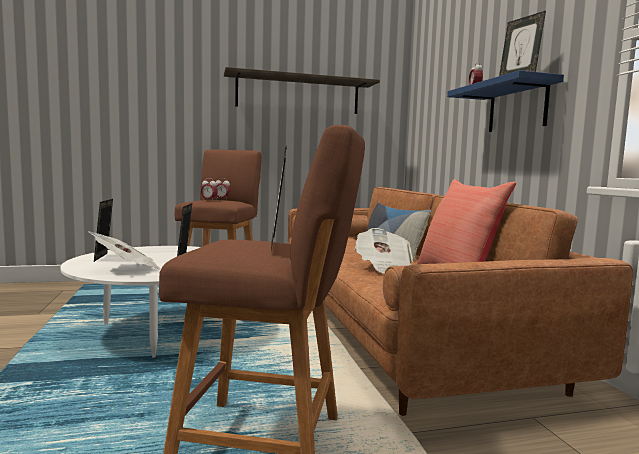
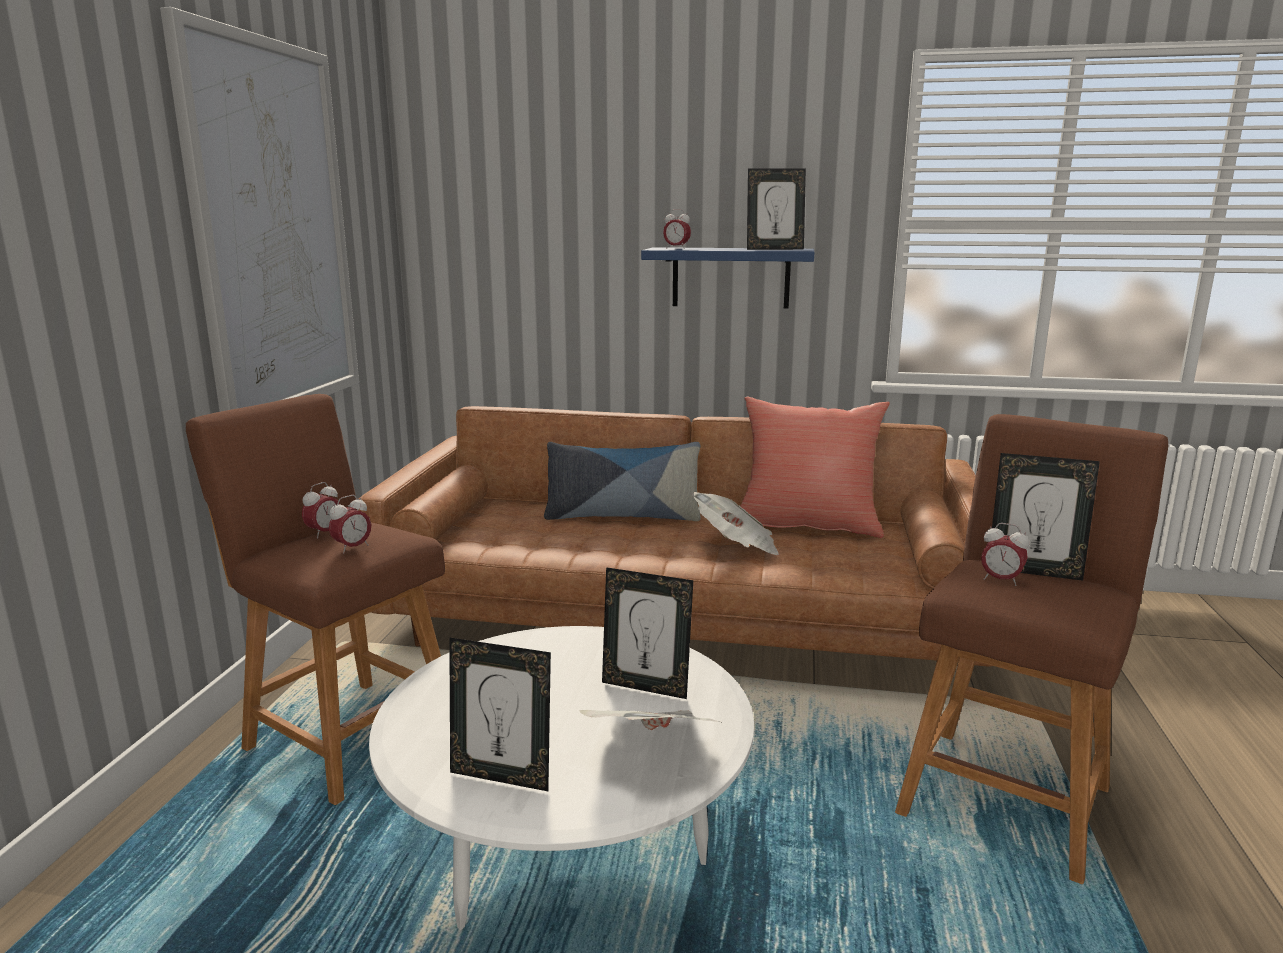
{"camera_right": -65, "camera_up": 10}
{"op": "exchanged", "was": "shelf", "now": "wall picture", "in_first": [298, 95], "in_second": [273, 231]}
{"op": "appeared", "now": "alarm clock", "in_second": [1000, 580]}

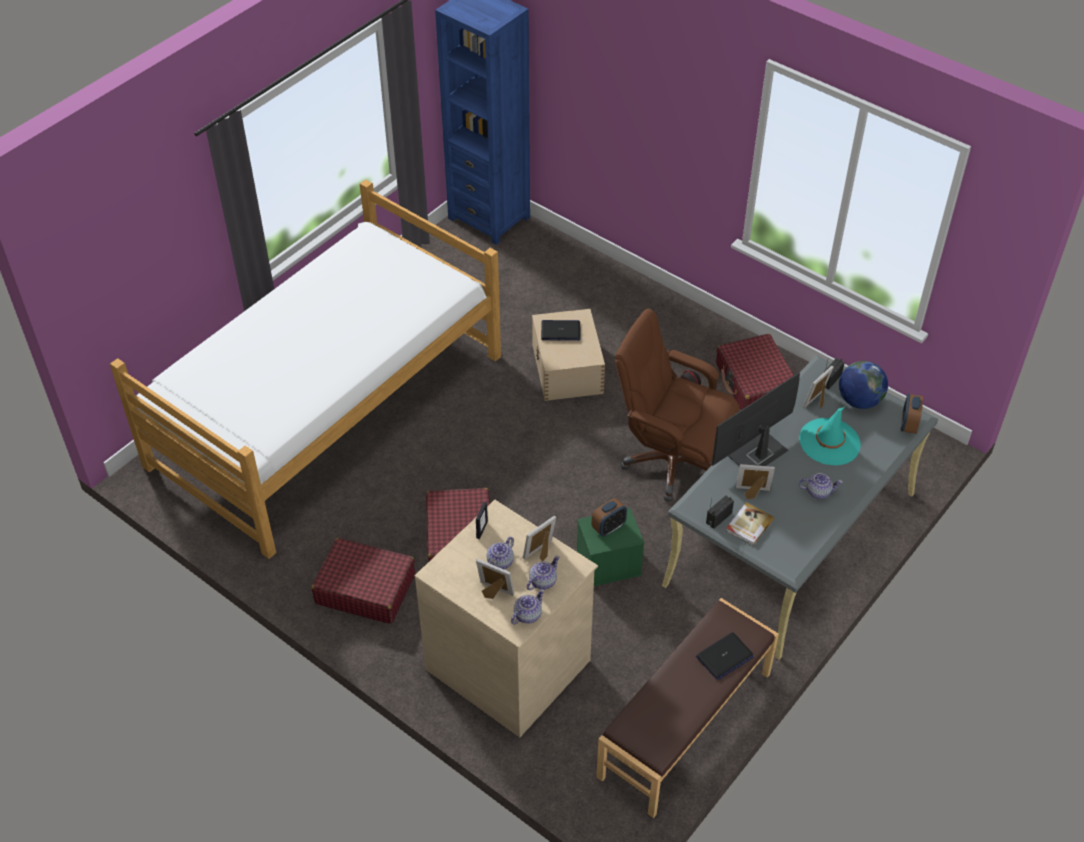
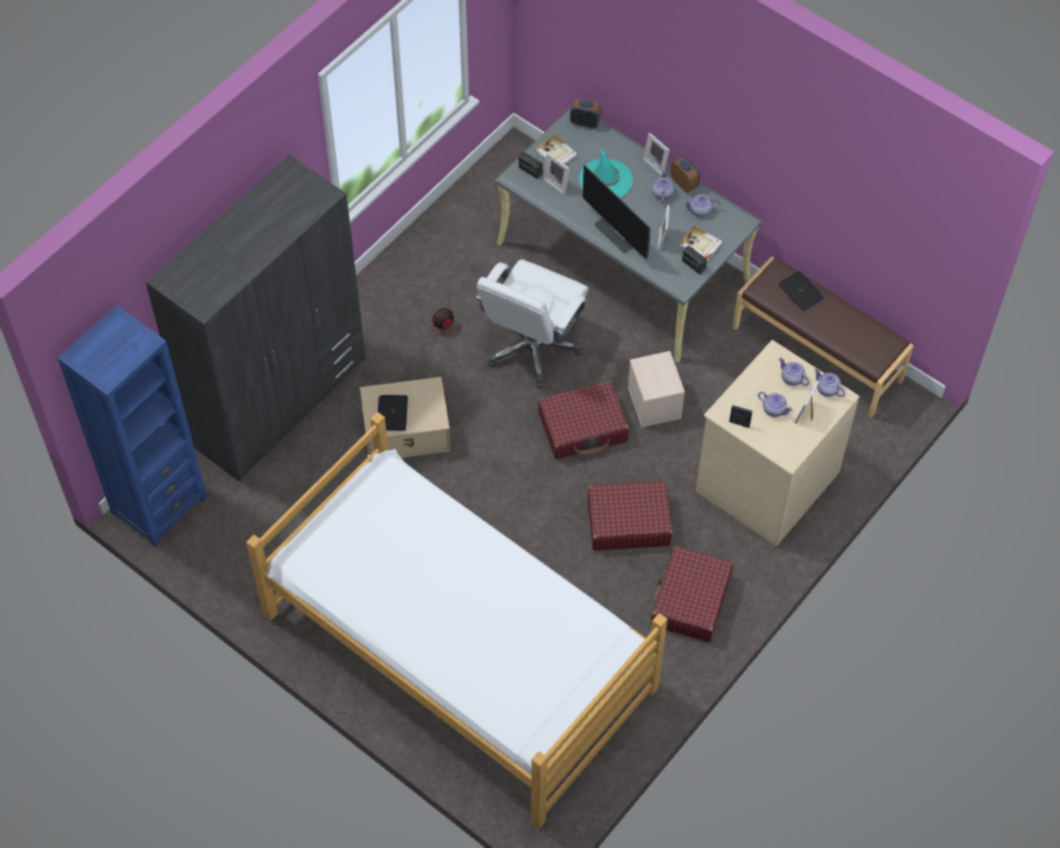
{"camera_right": -90, "camera_up": 10}
{"op": "relocated", "was": "photo frame", "in_first": [541, 553], "in_second": [657, 164]}
{"op": "colour", "was": "greenish storage bin", "now": "beige storage bin", "in_first": [608, 564], "in_second": [655, 402]}
{"op": "relocated", "was": "alarm clock", "in_first": [608, 528], "in_second": [684, 183]}
{"op": "colour", "was": "brown office chair", "now": "white office chair", "in_first": [671, 461], "in_second": [532, 348]}
{"op": "relocated", "was": "red-coloured piece of luggage", "in_first": [755, 383], "in_second": [583, 427]}
{"op": "exchanged", "was": "desk globe", "now": "book", "in_first": [859, 401], "in_second": [556, 153]}
{"op": "appeared", "now": "gray wardrobe", "in_second": [279, 401]}
{"op": "appeared", "now": "pot for tea", "in_second": [700, 211]}

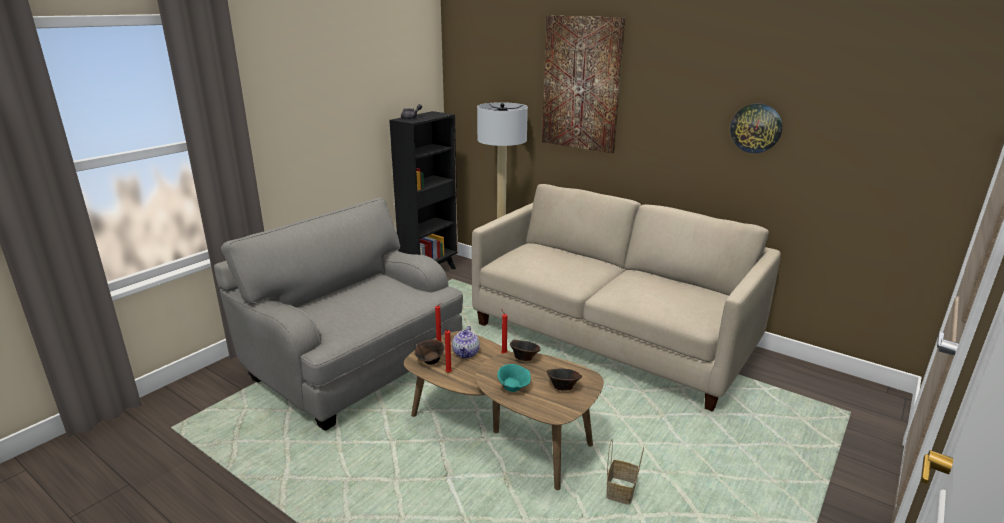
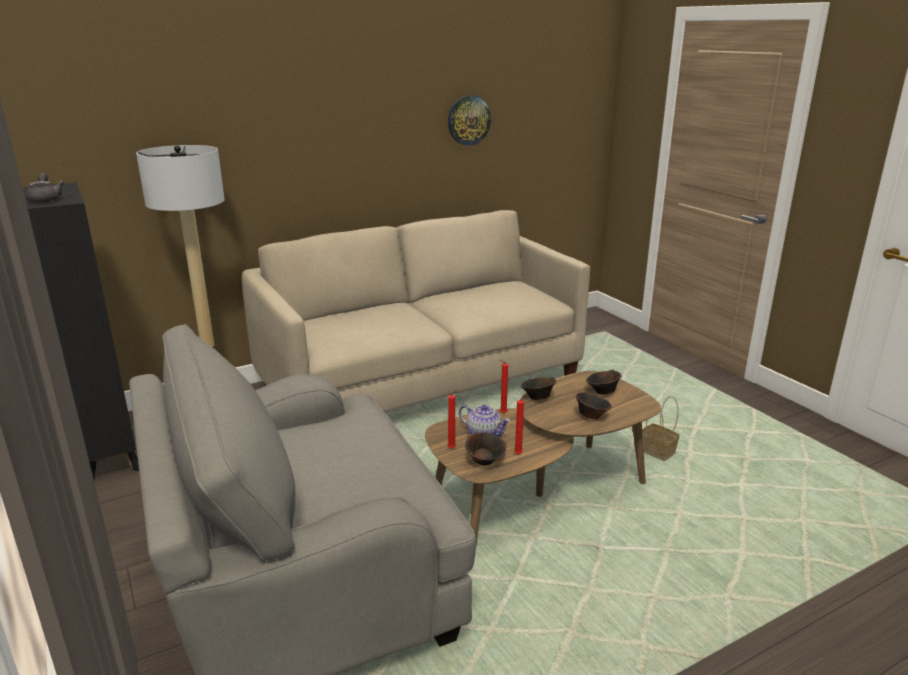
{"camera_right": -65, "camera_up": 0}
{"op": "colour", "was": "turquoise serving bowl", "now": "brown serving bowl", "in_first": [513, 388], "in_second": [591, 416]}
{"op": "missing", "was": "wall picture", "in_first": [581, 84]}

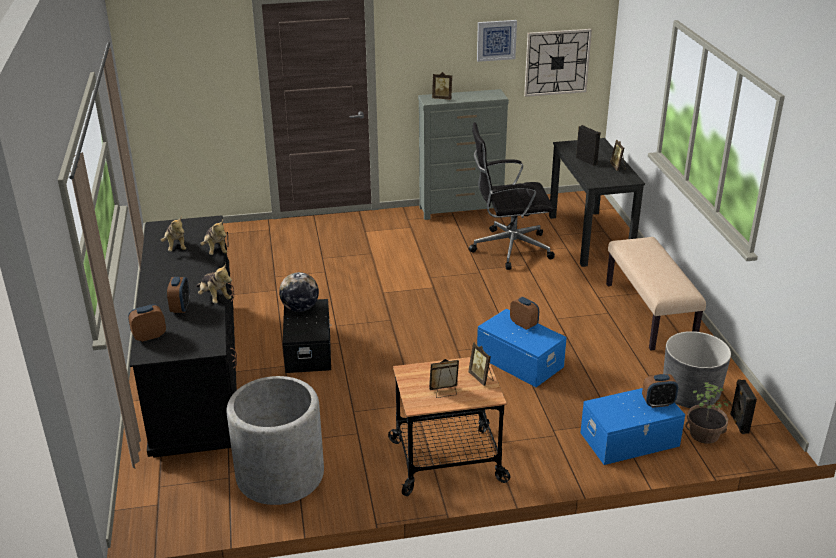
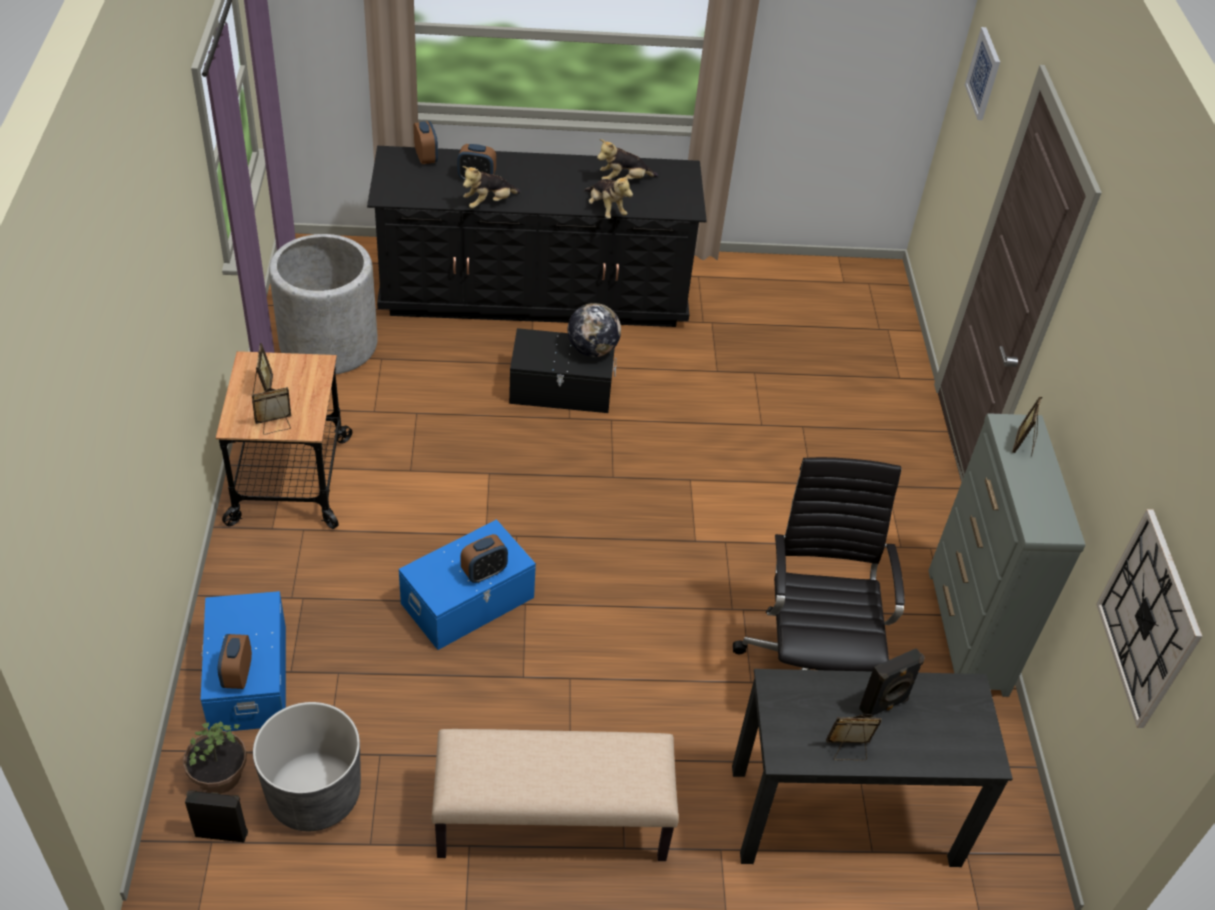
{"camera_right": 95, "camera_up": 15}
{"op": "spun", "was": "soft toy", "in_first": [215, 250], "in_second": [605, 209], "clockwise": -105}
{"op": "relocated", "was": "wall picture", "in_first": [496, 40], "in_second": [984, 73]}

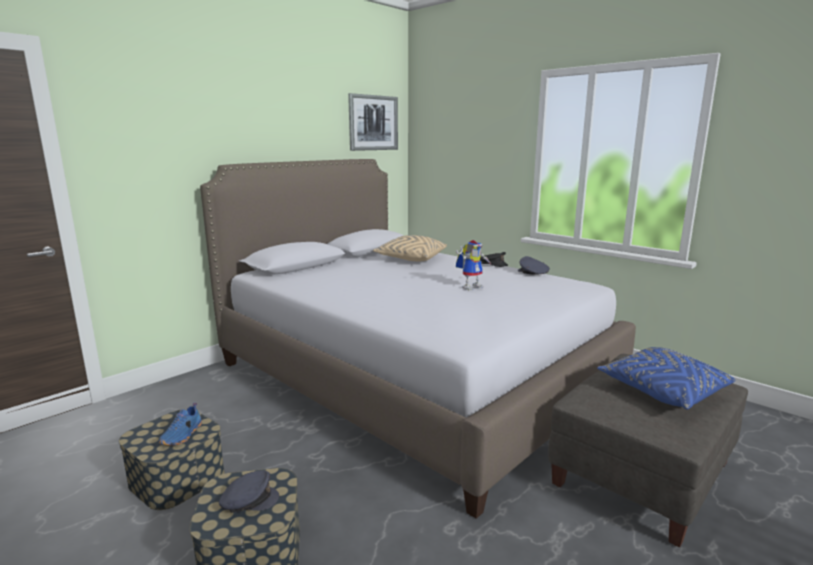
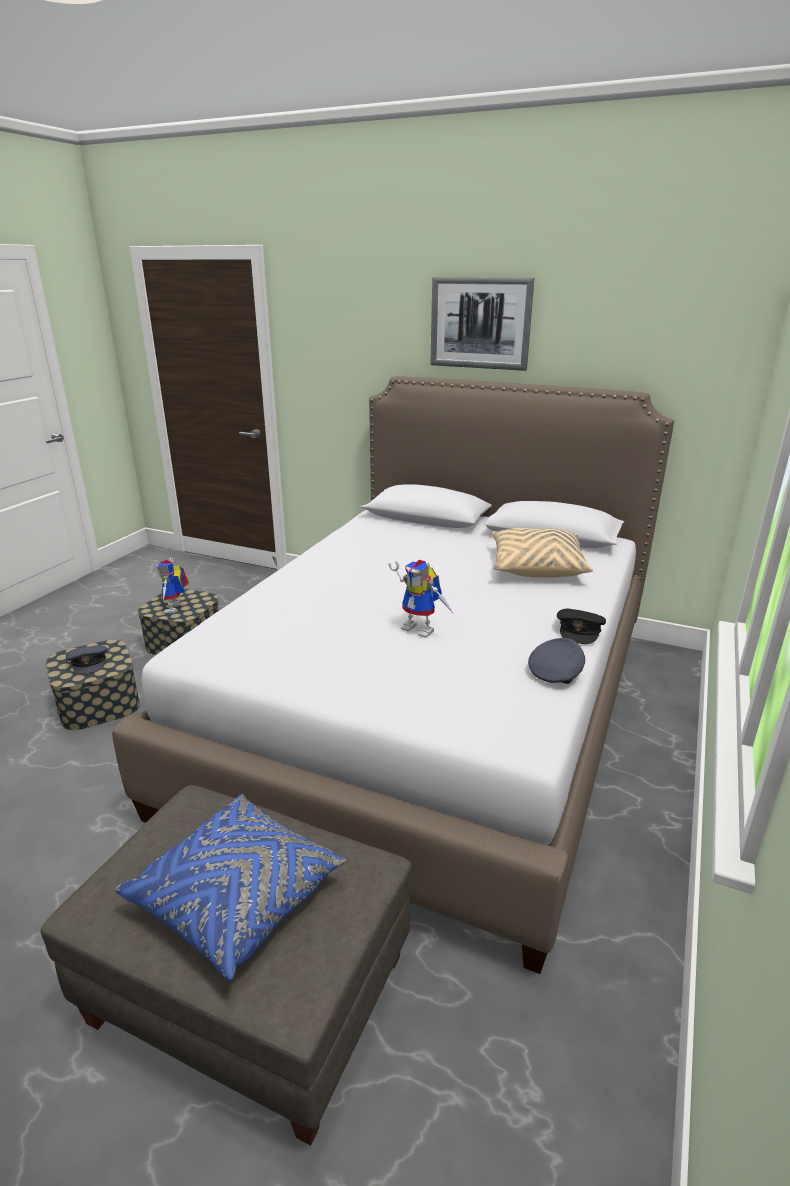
{"camera_right": 70, "camera_up": 10}
{"op": "exchanged", "was": "bluish low shoe", "now": "robot figure", "in_first": [183, 435], "in_second": [175, 609]}
{"op": "relocated", "was": "wall picture", "in_first": [373, 123], "in_second": [480, 323]}

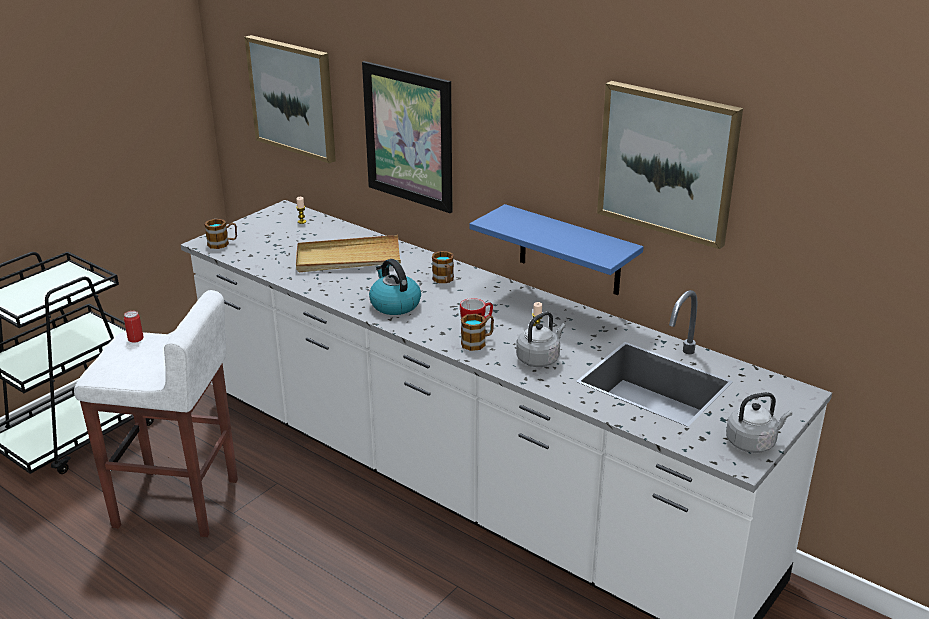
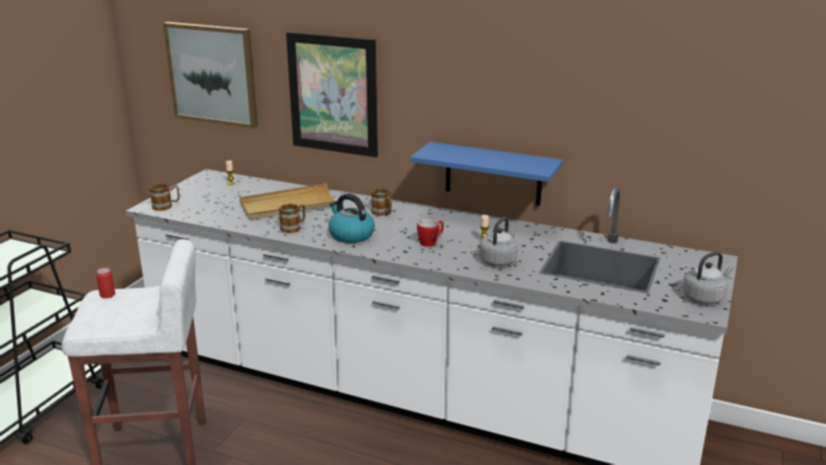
{"camera_right": -15, "camera_up": -5}
{"op": "relocated", "was": "mug", "in_first": [478, 342], "in_second": [294, 227]}
{"op": "missing", "was": "wall picture", "in_first": [667, 162]}

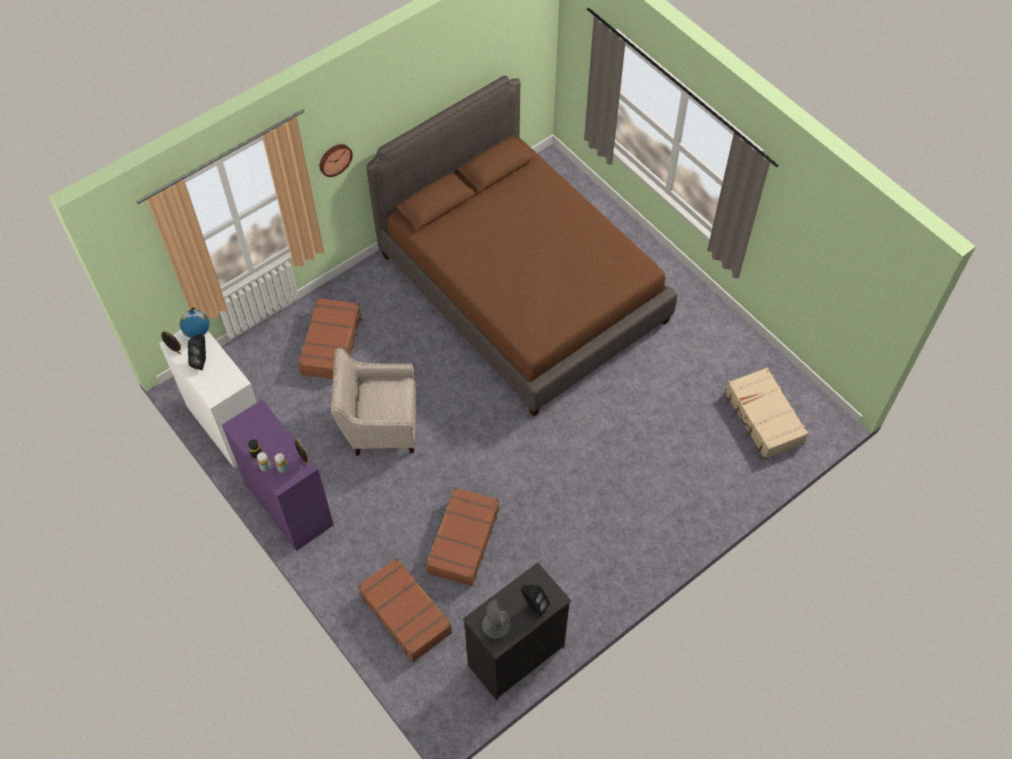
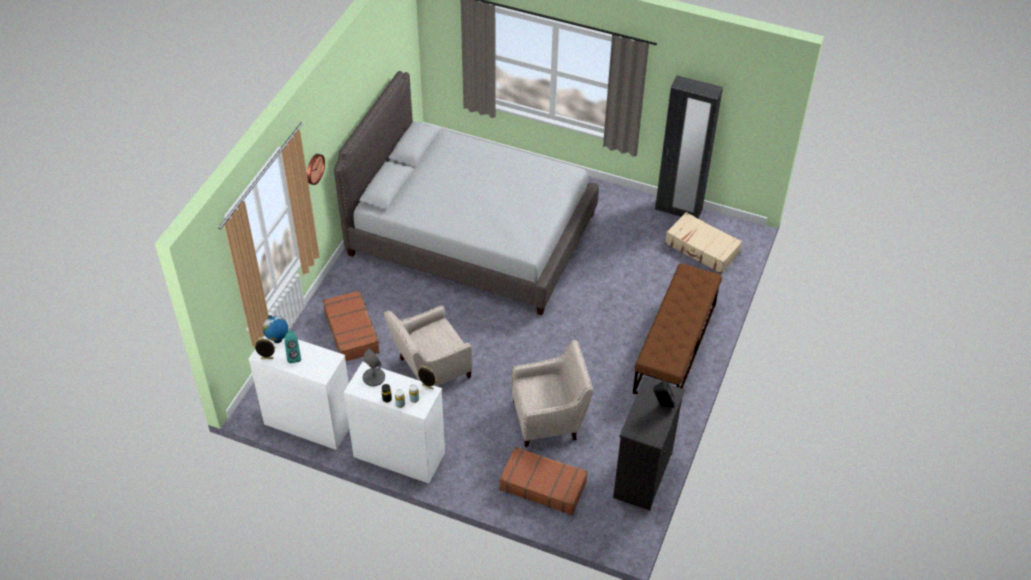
{"camera_right": -30, "camera_up": -10}
{"op": "colour", "was": "black speaker", "now": "turquoise speaker", "in_first": [202, 361], "in_second": [294, 356]}
{"op": "colour", "was": "purple chest of drawers", "now": "white chest of drawers", "in_first": [289, 504], "in_second": [399, 455]}
{"op": "colour", "was": "brown sleeping bed", "now": "gray sleeping bed", "in_first": [522, 287], "in_second": [472, 234]}
{"op": "exchanged", "was": "brown piece of luggage", "now": "beige lounge chair", "in_first": [462, 541], "in_second": [550, 419]}
{"op": "relocated", "was": "gray lamp for a table", "in_first": [496, 625], "in_second": [373, 377]}
{"op": "appeared", "now": "brown indoor bench", "in_second": [675, 347]}
{"op": "appeared", "now": "black wardrobe", "in_second": [678, 210]}

